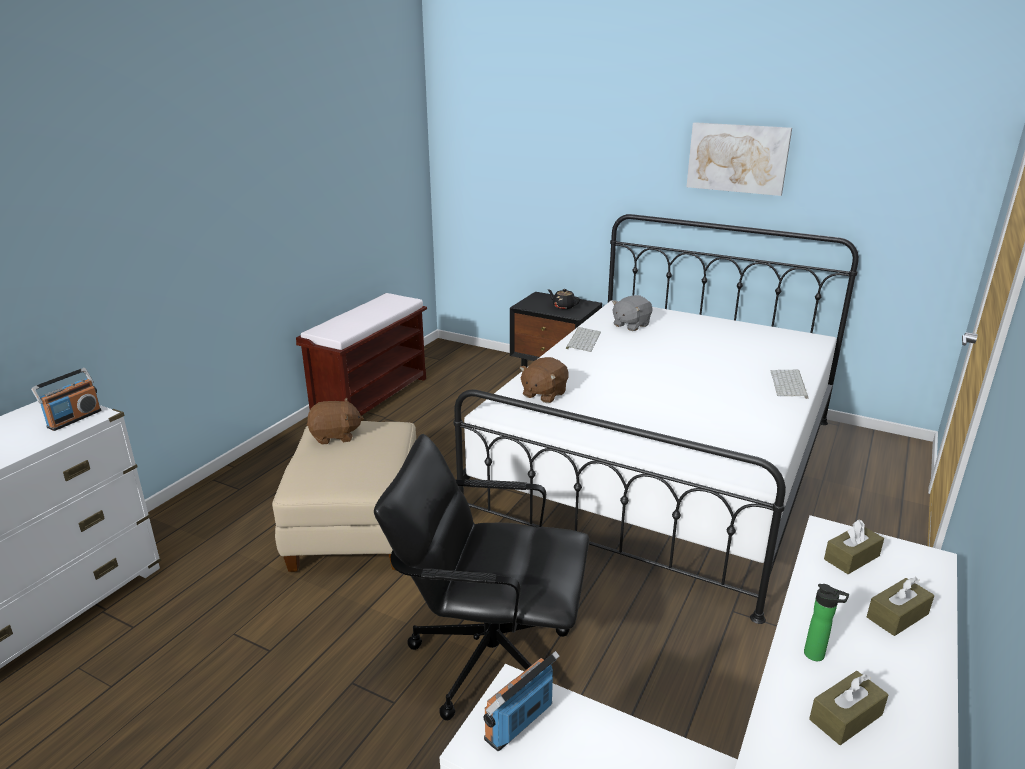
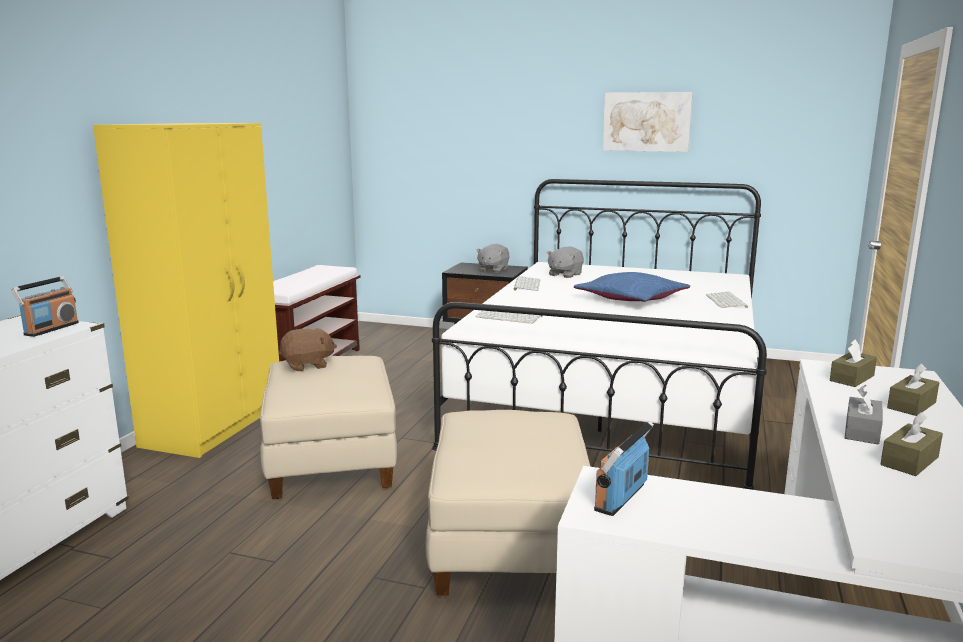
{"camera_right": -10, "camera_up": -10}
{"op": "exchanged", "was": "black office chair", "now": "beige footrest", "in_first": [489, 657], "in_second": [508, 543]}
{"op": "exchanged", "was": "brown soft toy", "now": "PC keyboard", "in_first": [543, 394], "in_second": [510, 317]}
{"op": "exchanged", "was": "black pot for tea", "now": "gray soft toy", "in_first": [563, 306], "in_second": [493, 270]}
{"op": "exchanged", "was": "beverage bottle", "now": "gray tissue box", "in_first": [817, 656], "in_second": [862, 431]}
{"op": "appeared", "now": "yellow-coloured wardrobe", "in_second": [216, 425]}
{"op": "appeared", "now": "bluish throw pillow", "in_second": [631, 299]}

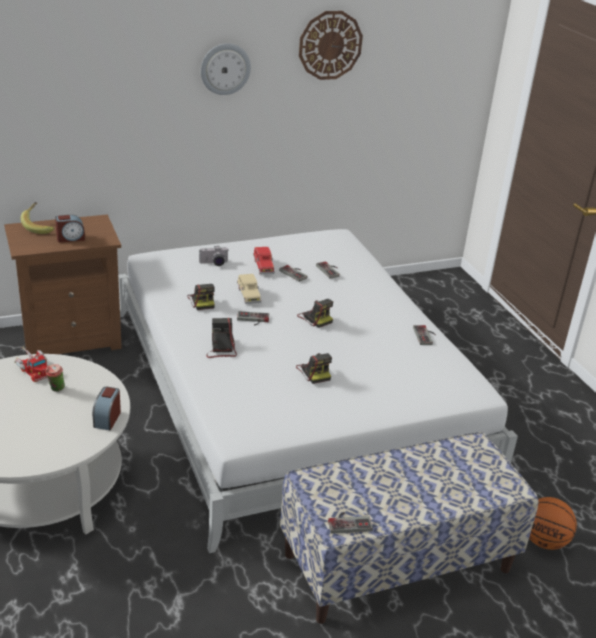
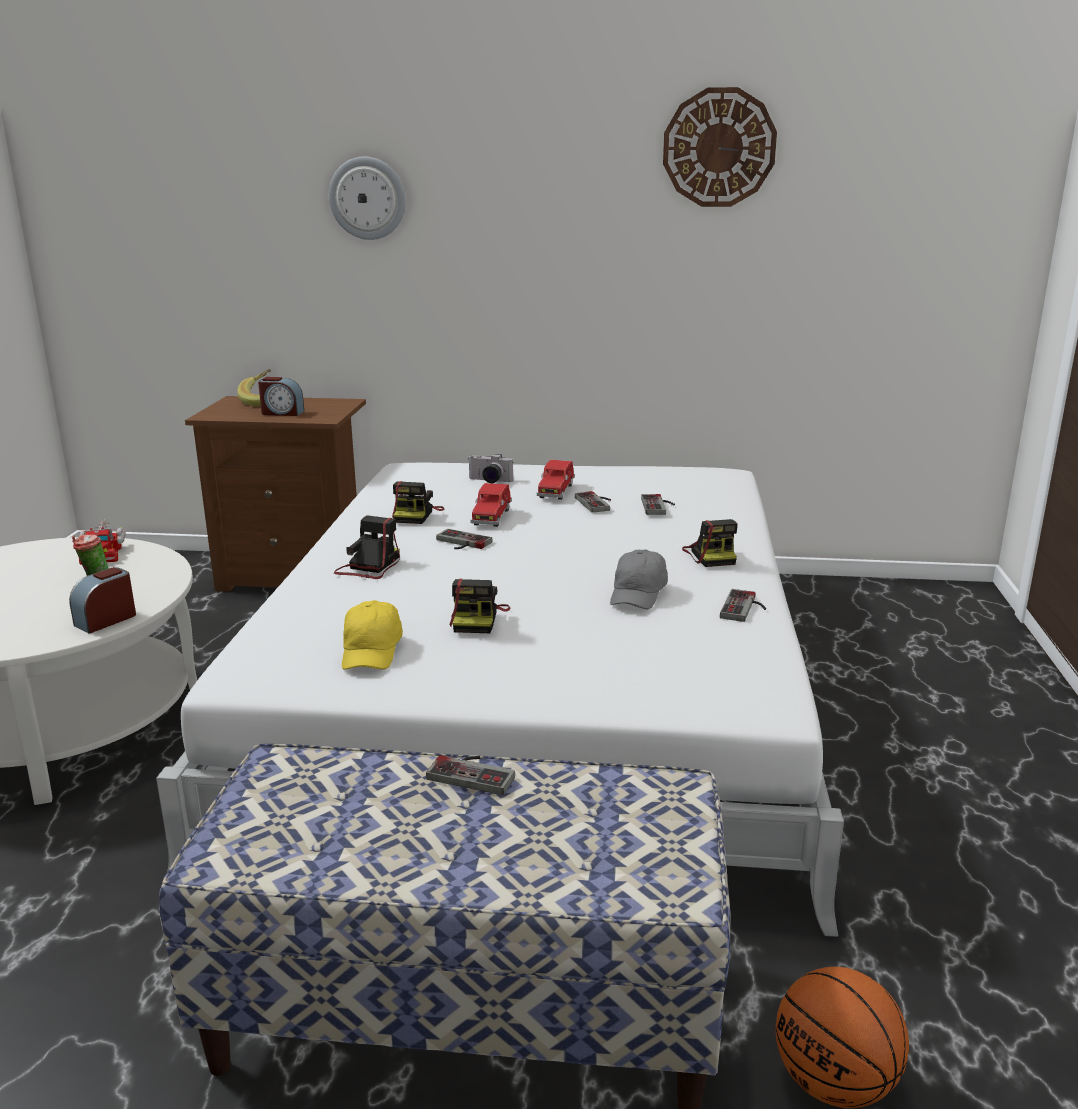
{"camera_right": 30, "camera_up": -10}
{"op": "relocated", "was": "clock on the wall", "in_first": [225, 69], "in_second": [367, 198]}
{"op": "colour", "was": "beige model car", "now": "red-coloured model car", "in_first": [248, 295], "in_second": [492, 517]}
{"op": "relocated", "was": "photo camera", "in_first": [315, 318], "in_second": [711, 555]}
{"op": "relocated", "was": "gamepad", "in_first": [349, 522], "in_second": [474, 772]}
{"op": "appeared", "now": "yellow-coloured peaked cap", "in_second": [372, 651]}
{"op": "appeared", "now": "gray peaked cap", "in_second": [638, 594]}

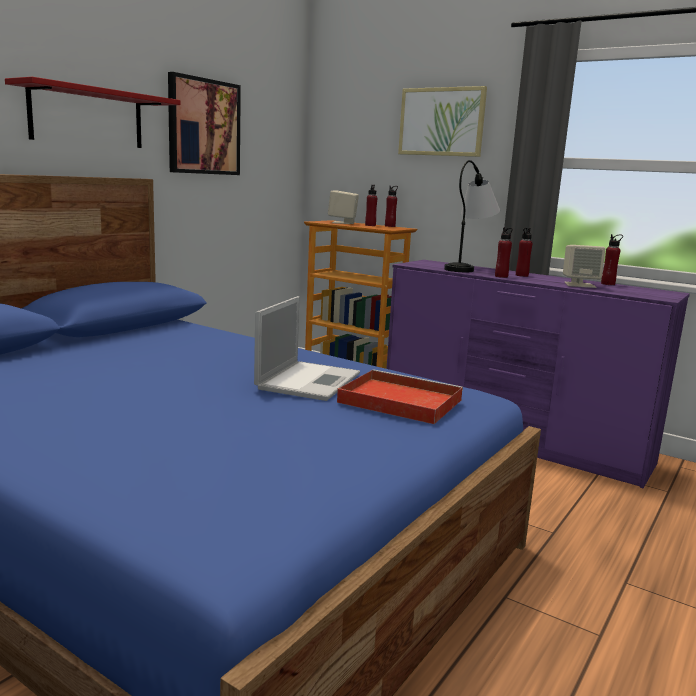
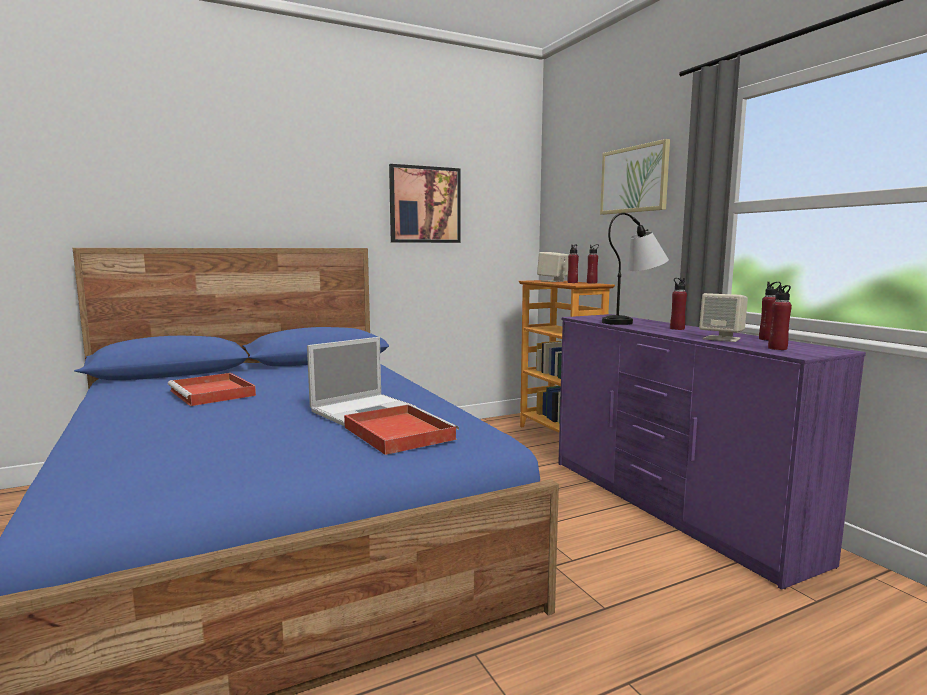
{"camera_right": 30, "camera_up": -5}
{"op": "missing", "was": "red-coloured shelf", "in_first": [87, 117]}
{"op": "relocated", "was": "red-coloured beverage bottle", "in_first": [501, 276], "in_second": [777, 348]}
{"op": "appeared", "now": "red-coloured tray", "in_second": [213, 393]}

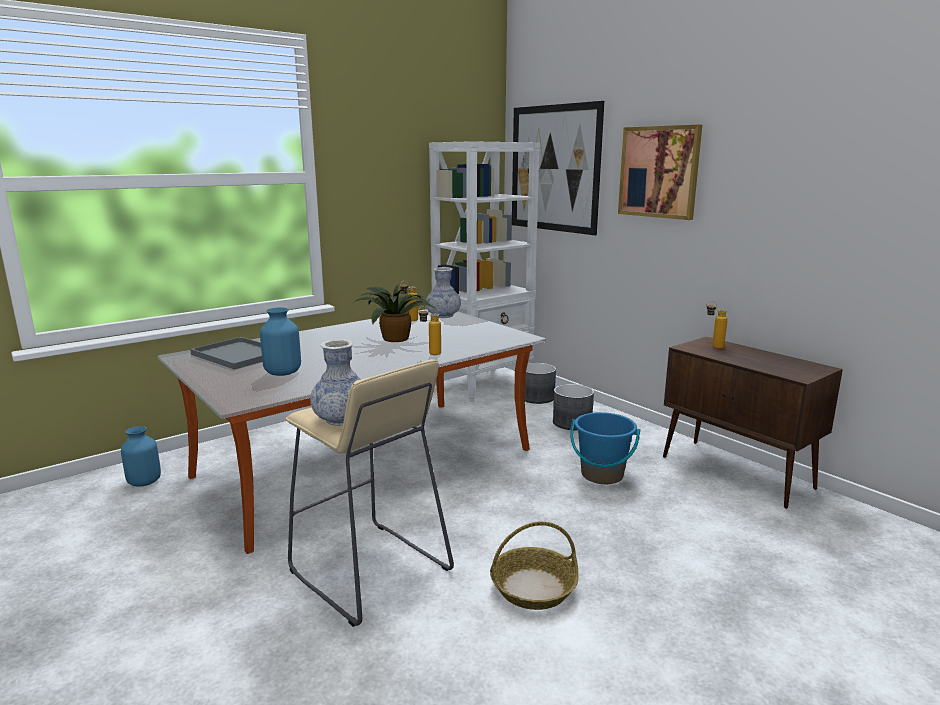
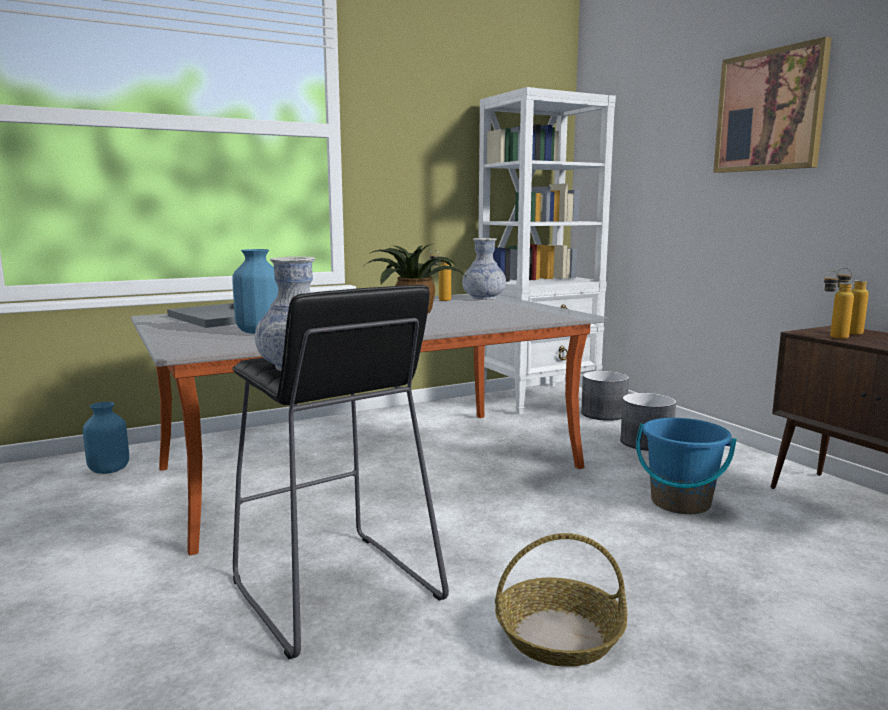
{"camera_right": 10, "camera_up": -5}
{"op": "colour", "was": "beige sitting stool", "now": "black sitting stool", "in_first": [369, 571], "in_second": [334, 591]}
{"op": "relocated", "was": "beverage bottle", "in_first": [430, 354], "in_second": [832, 337]}
{"op": "missing", "was": "wall picture", "in_first": [554, 168]}

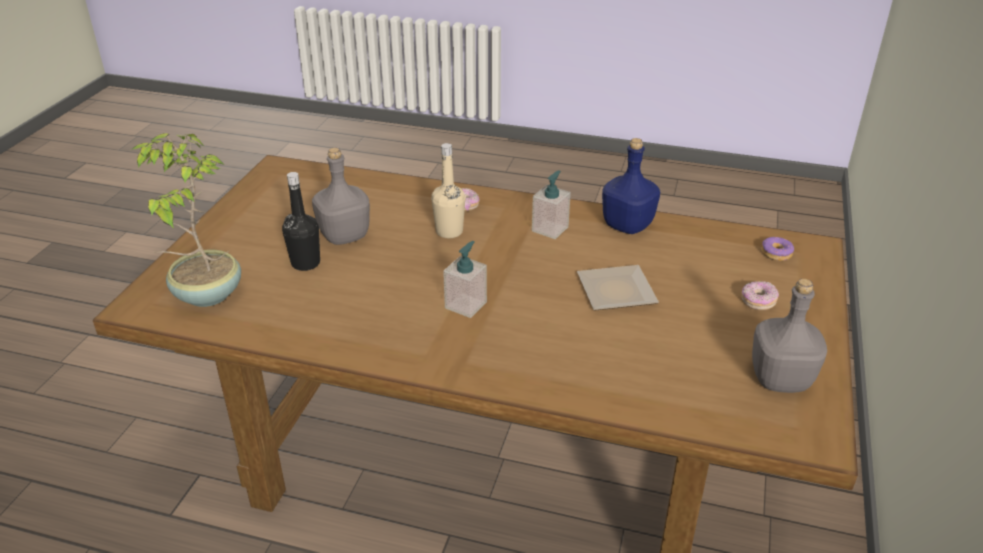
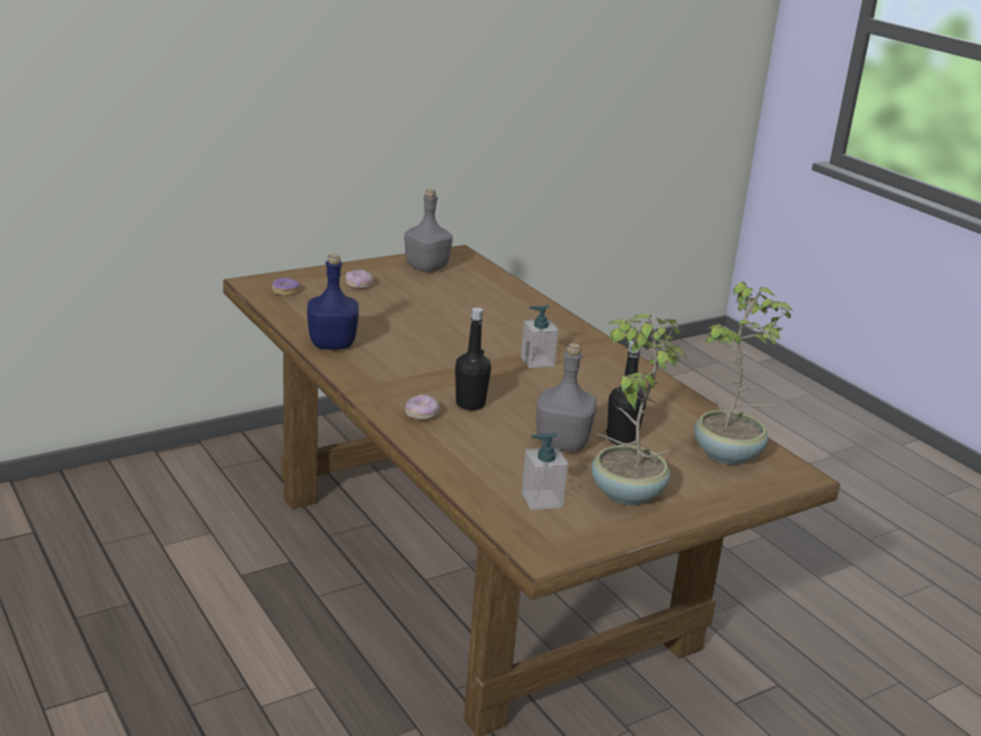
{"camera_right": -140, "camera_up": -10}
{"op": "colour", "was": "beige beverage bottle", "now": "black beverage bottle", "in_first": [449, 231], "in_second": [470, 404]}
{"op": "relocated", "was": "soap bottle", "in_first": [550, 229], "in_second": [541, 500]}
{"op": "missing", "was": "dinner plate", "in_first": [618, 290]}
{"op": "appeared", "now": "houseplant", "in_second": [625, 493]}

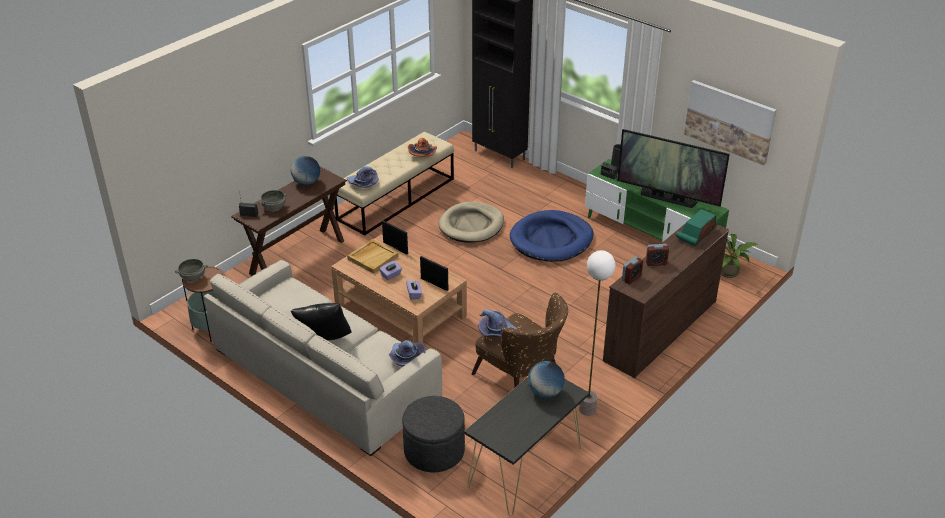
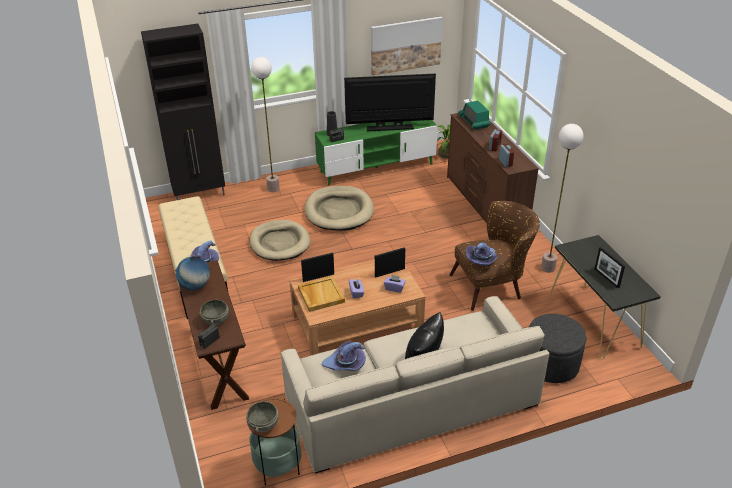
{"camera_right": -60, "camera_up": 0}
{"op": "relocated", "was": "purple wearable hat", "in_first": [406, 358], "in_second": [345, 364]}
{"op": "missing", "was": "orange-coloured wearable hat", "in_first": [423, 153]}
{"op": "colour", "was": "bluish pet bed", "now": "beige pet bed", "in_first": [551, 239], "in_second": [339, 211]}
{"op": "missing", "was": "desk globe", "in_first": [545, 392]}
{"op": "spun", "was": "TV", "in_first": [667, 198], "in_second": [389, 128], "clockwise": -150}
{"op": "appeared", "now": "standing lamp", "in_second": [273, 188]}
{"op": "appeared", "now": "photo frame", "in_second": [606, 278]}

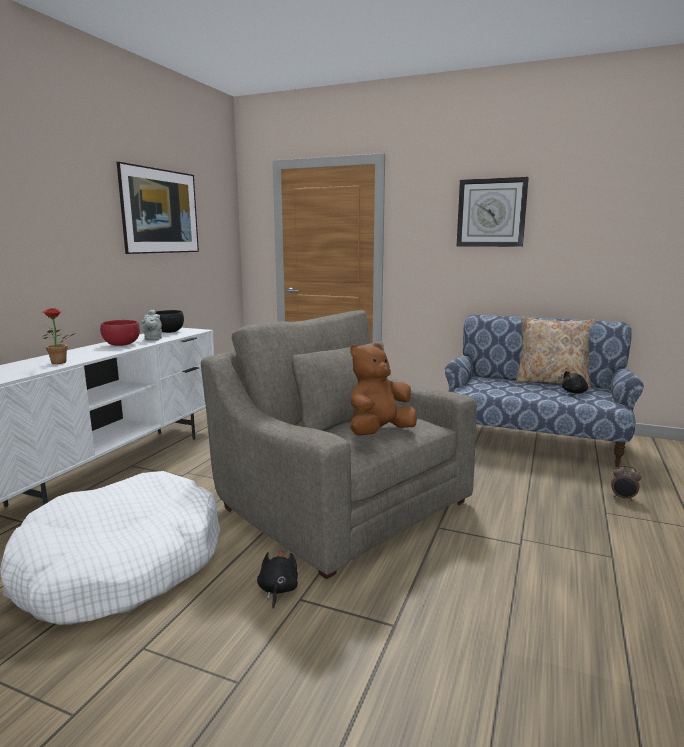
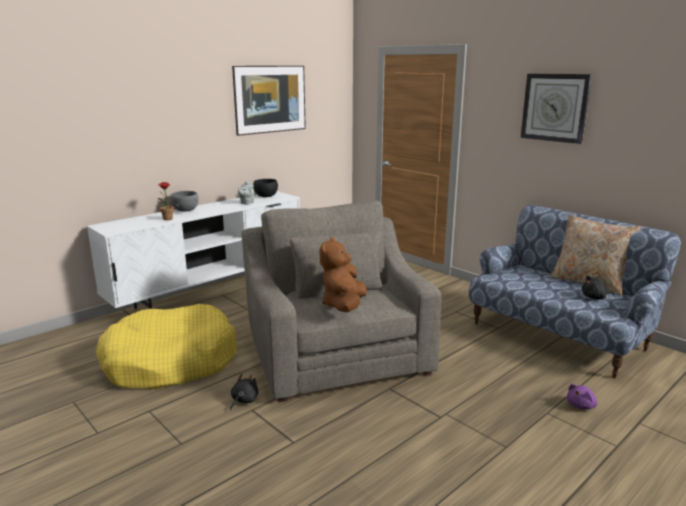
{"camera_right": 25, "camera_up": 5}
{"op": "colour", "was": "white pet bed", "now": "yellow-coloured pet bed", "in_first": [121, 566], "in_second": [170, 361]}
{"op": "missing", "was": "red-coloured serving bowl", "in_first": [121, 345]}
{"op": "spun", "was": "brown soft toy", "in_first": [379, 432], "in_second": [344, 305], "clockwise": -60}
{"op": "exchanged", "was": "alarm clock", "now": "purple soft toy", "in_first": [623, 498], "in_second": [581, 405]}
{"op": "appeared", "now": "gray serving bowl", "in_second": [185, 210]}

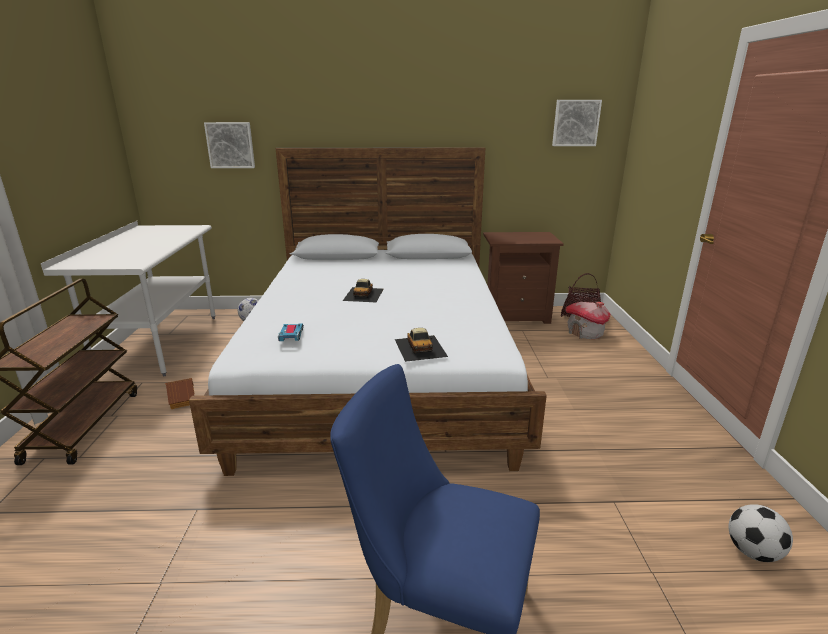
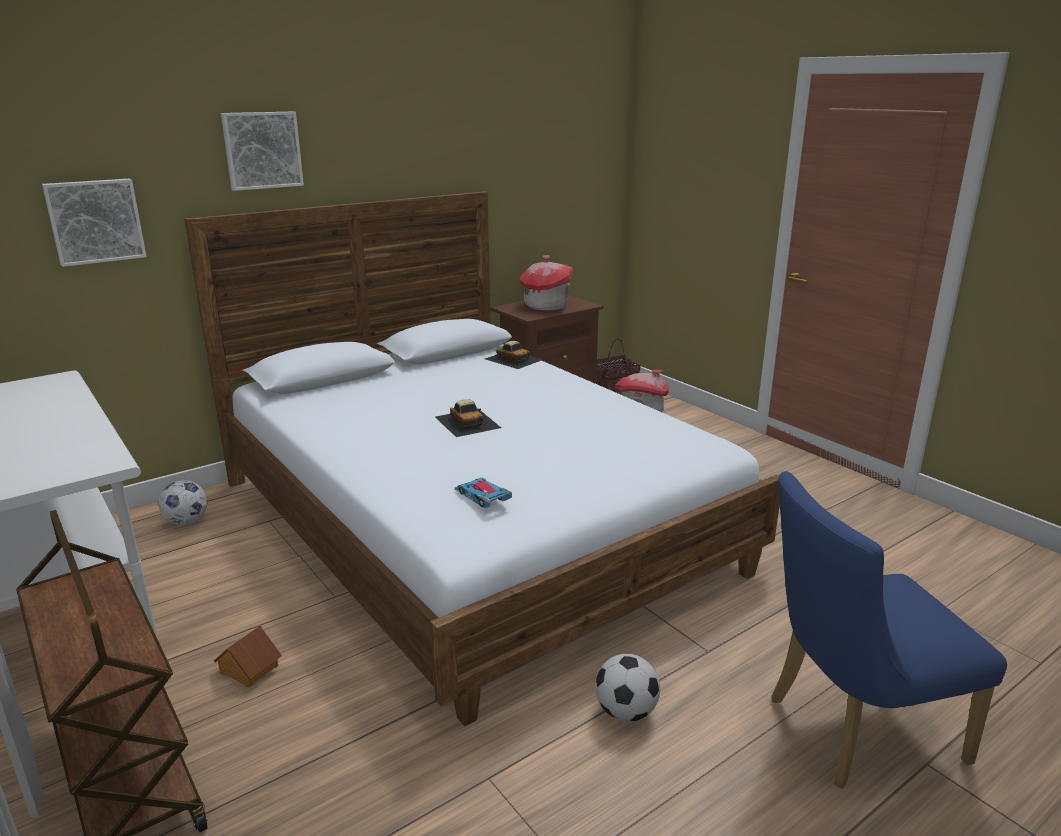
{"camera_right": -35, "camera_up": 0}
{"op": "relocated", "was": "model car", "in_first": [420, 347], "in_second": [514, 359]}
{"op": "relocated", "was": "wall picture", "in_first": [575, 123], "in_second": [262, 150]}
{"op": "relocated", "was": "football ball", "in_first": [752, 552], "in_second": [625, 712]}
{"op": "appeared", "now": "toy house", "in_second": [546, 306]}

